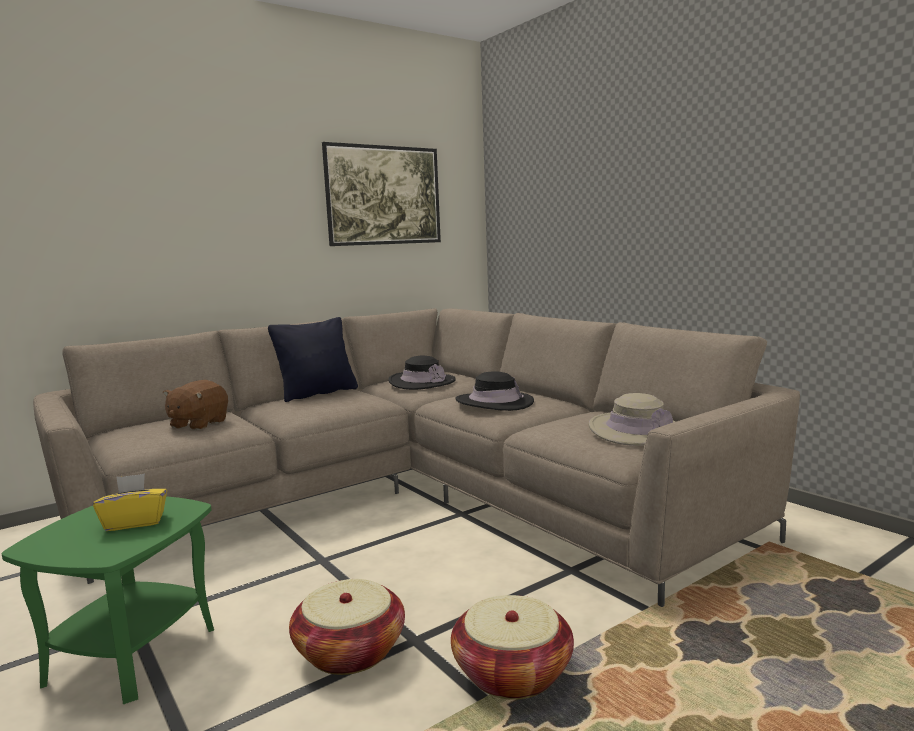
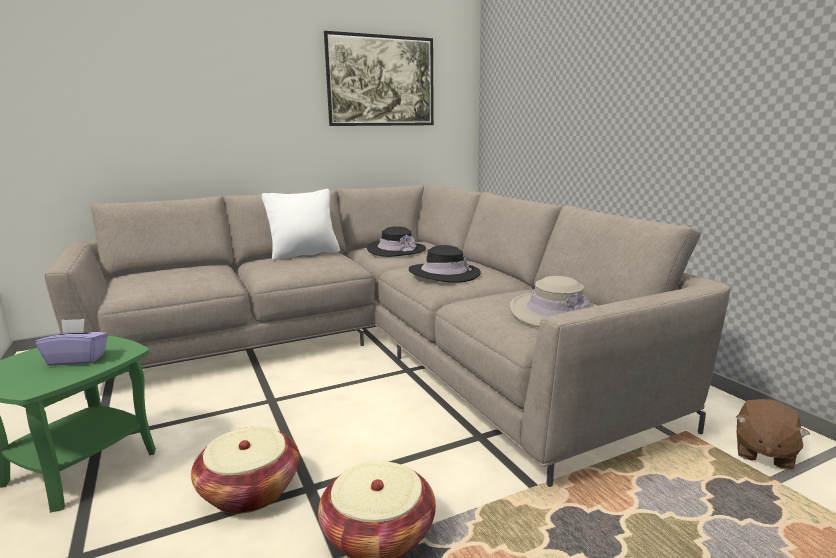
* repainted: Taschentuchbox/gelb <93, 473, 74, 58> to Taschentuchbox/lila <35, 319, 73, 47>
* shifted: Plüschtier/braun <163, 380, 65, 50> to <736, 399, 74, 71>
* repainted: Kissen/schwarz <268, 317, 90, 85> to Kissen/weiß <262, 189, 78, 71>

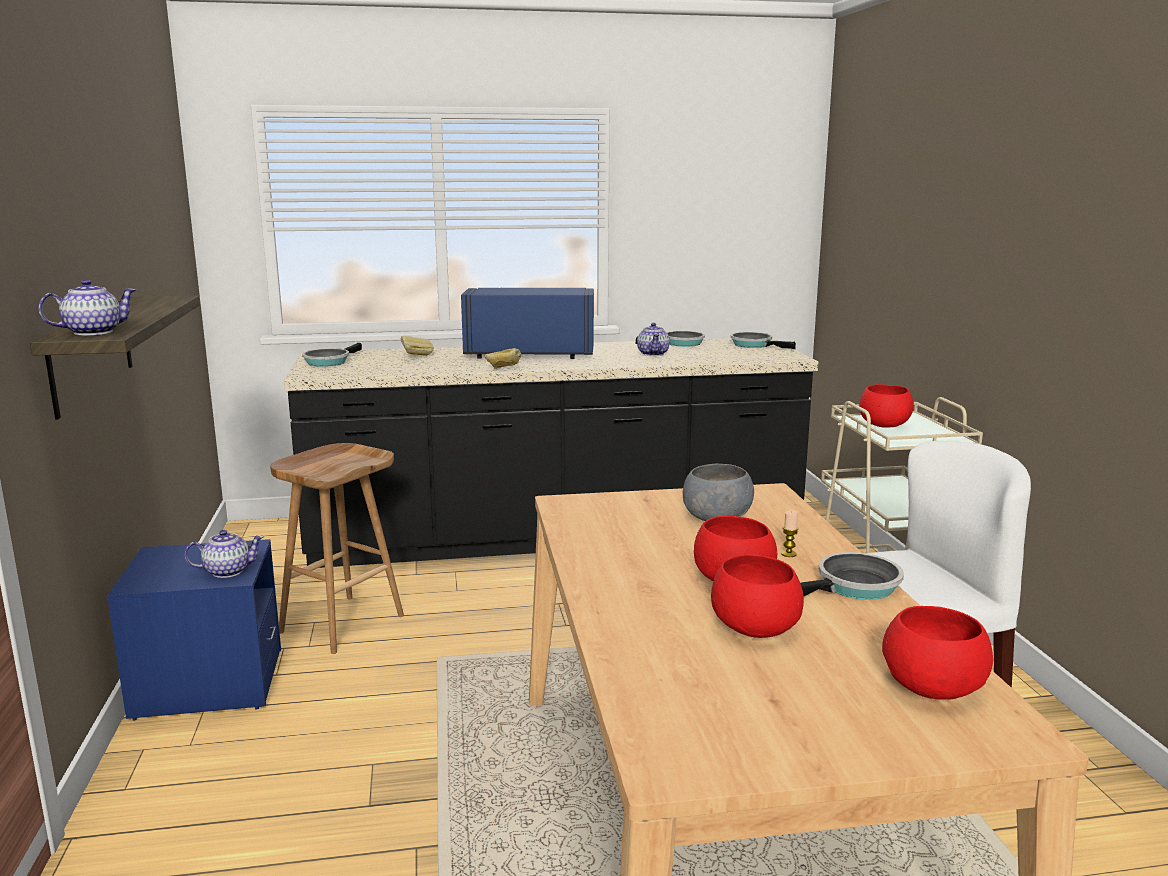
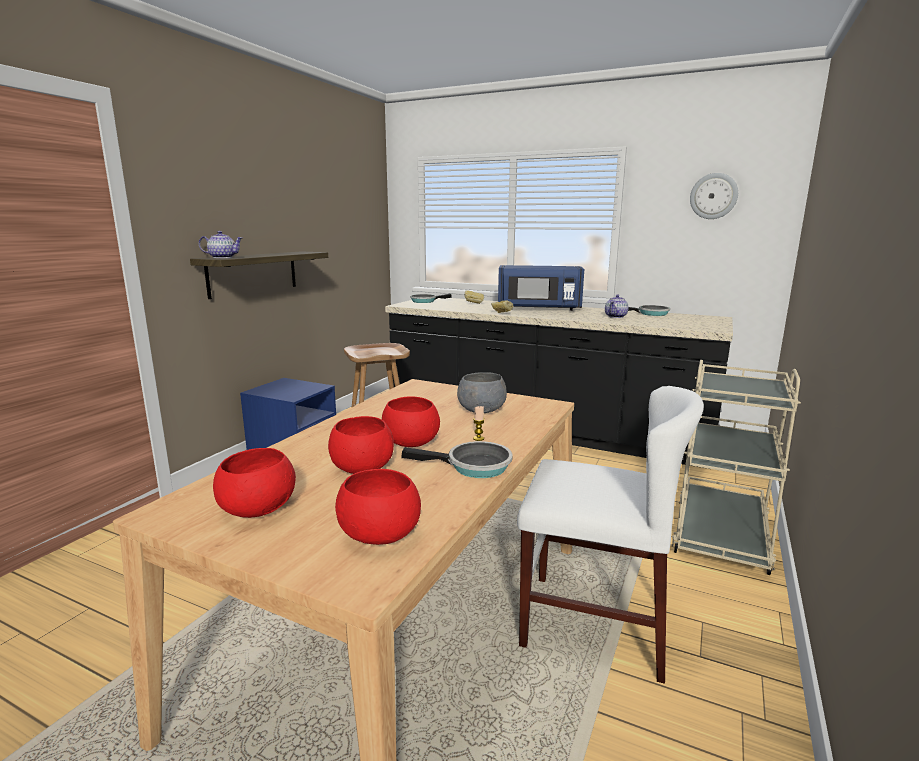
* gone: Teekanne <185, 530, 79, 48>
* rotated: Mikrowelle/blau <461, 288, 133, 71> = <498, 265, 86, 46> 150 degrees clockwise
* gone: Pfanne <731, 332, 65, 17>
* shifted: Schüssel/rot <859, 384, 55, 44> to <213, 448, 83, 70>
* new: Wanduhr <690, 173, 48, 46>

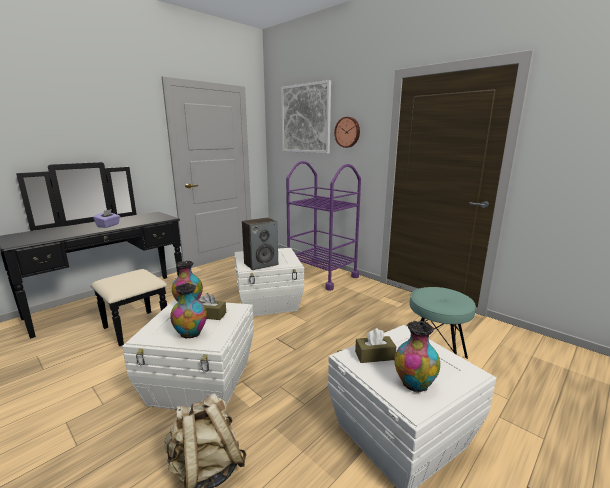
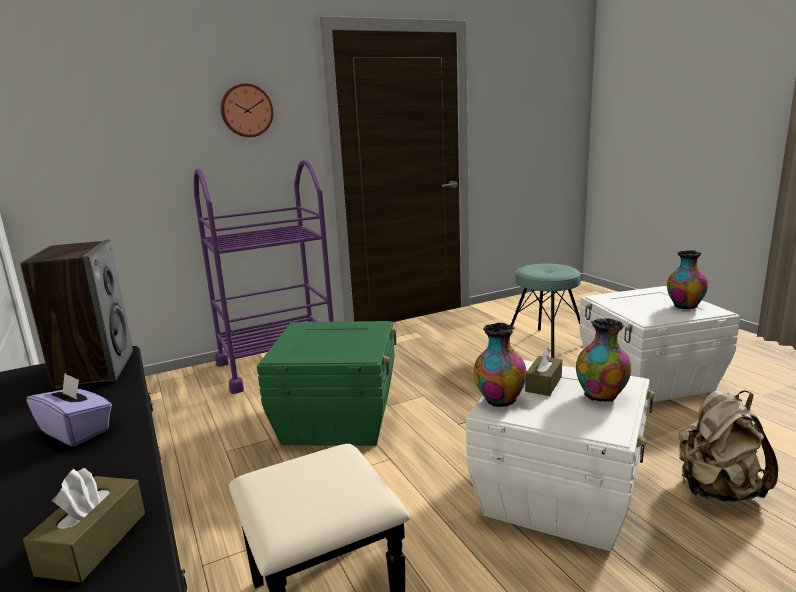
* repainted: Aufbewahrungsbox/weiß <234, 248, 70, 68> to Aufbewahrungsbox/grün <257, 321, 140, 125>
* shifted: Lautsprecher <242, 217, 36, 53> to <20, 239, 113, 149>
* gone: Bild <281, 80, 50, 73>
* shifted: Taschentuchbox/braun <355, 328, 41, 35> to <23, 468, 122, 115>

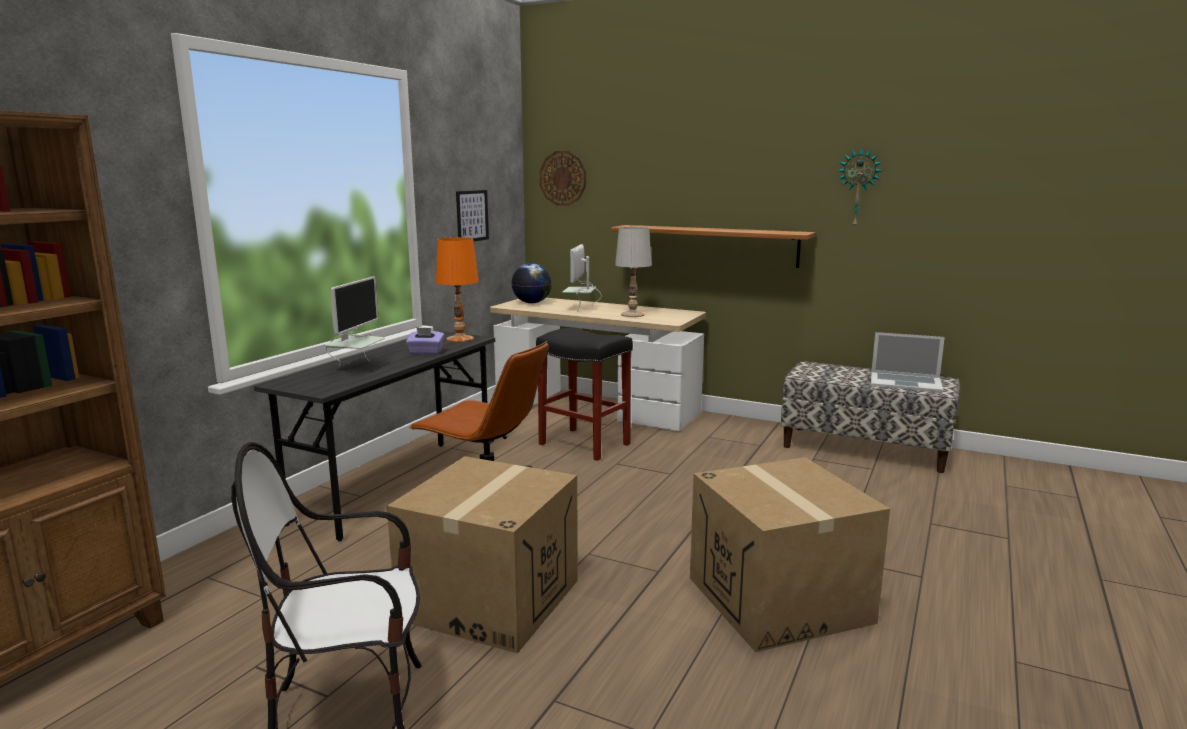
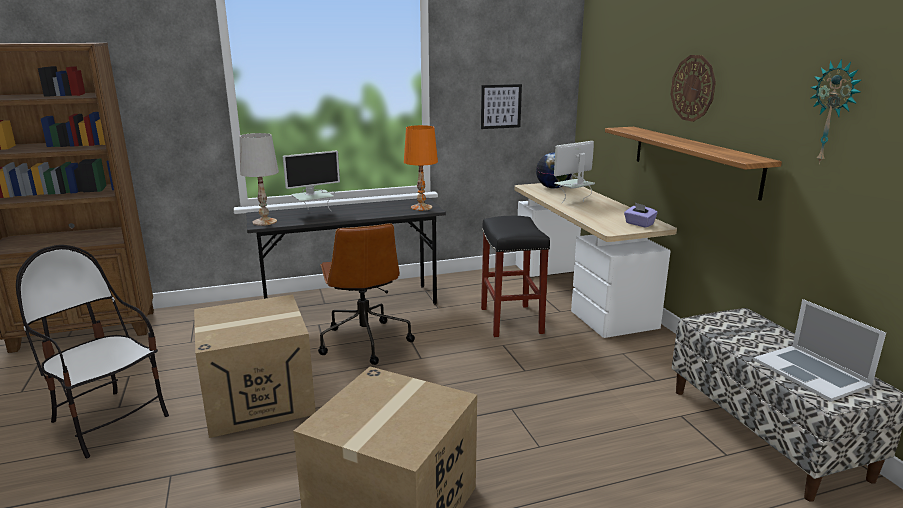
* shifted: Taschentuchbox/lila <406, 327, 38, 28> to <624, 203, 34, 25>
* shifted: Wanduhr <539, 151, 47, 55> to <671, 55, 45, 67>
* shifted: Tischlampe/weiß <615, 227, 37, 90> to <239, 133, 40, 93>

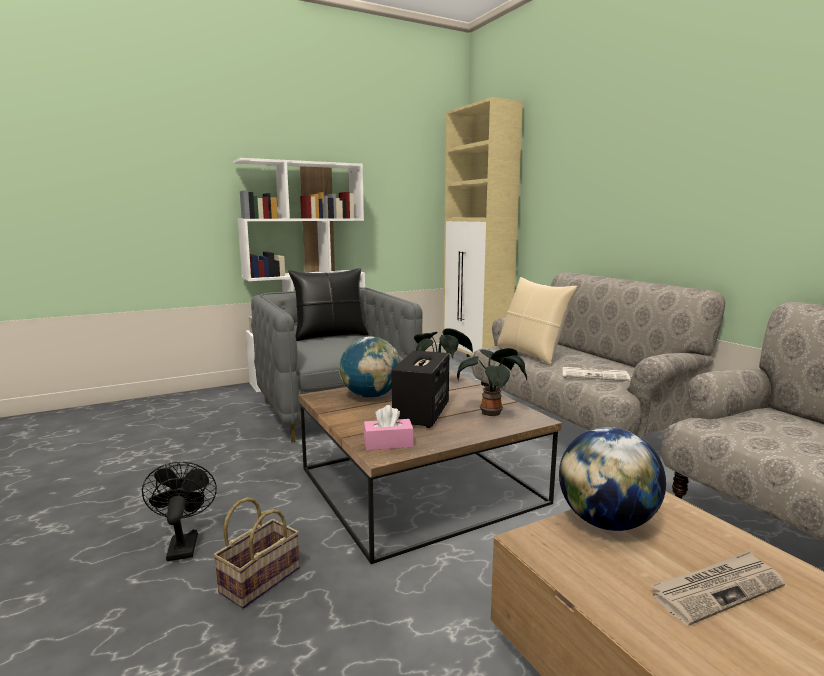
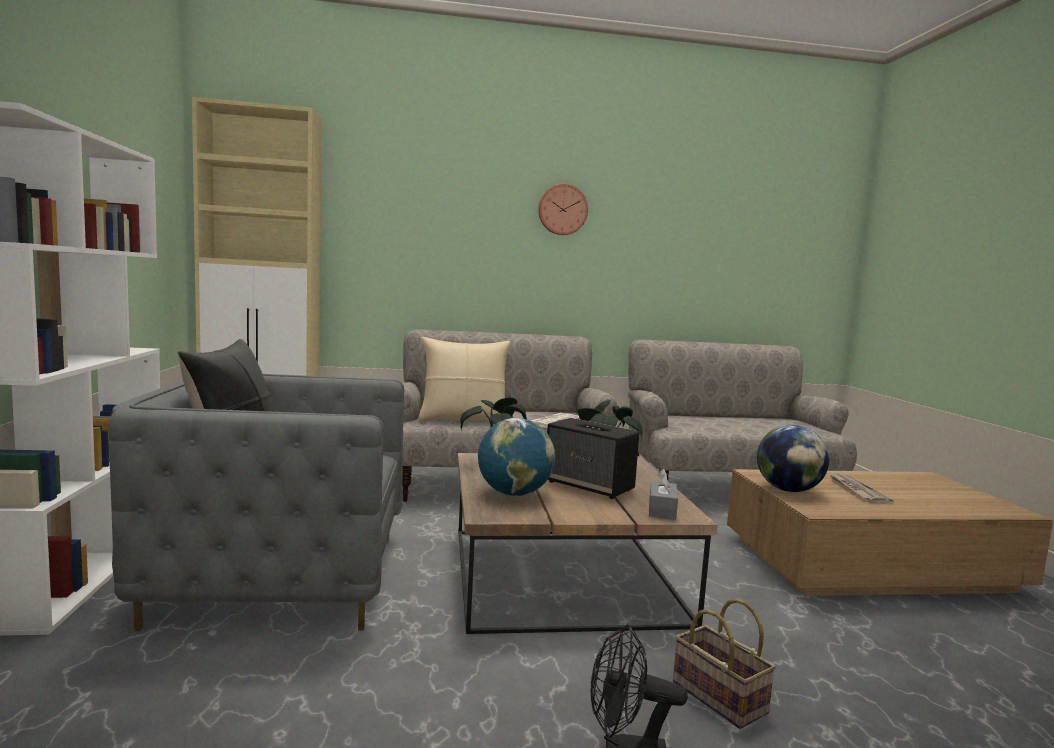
* repainted: Taschentuchbox/rosa <364, 405, 50, 46> to Taschentuchbox/grau <649, 469, 29, 51>
* new: Wanduhr <538, 184, 50, 51>

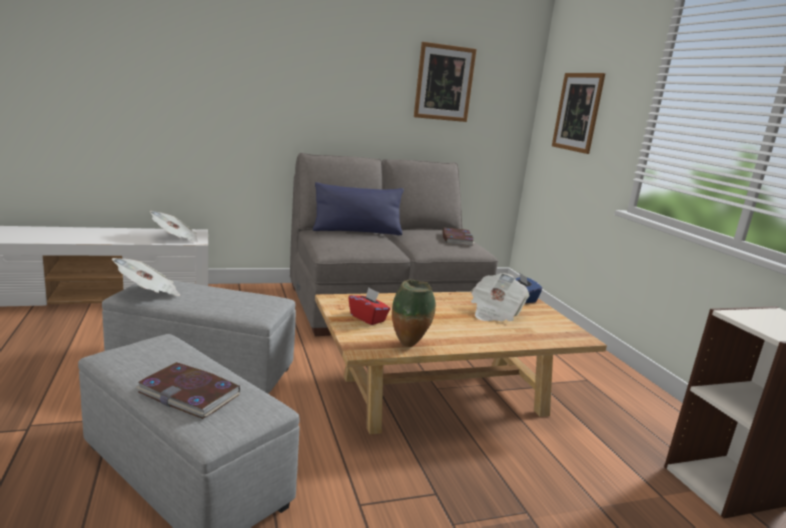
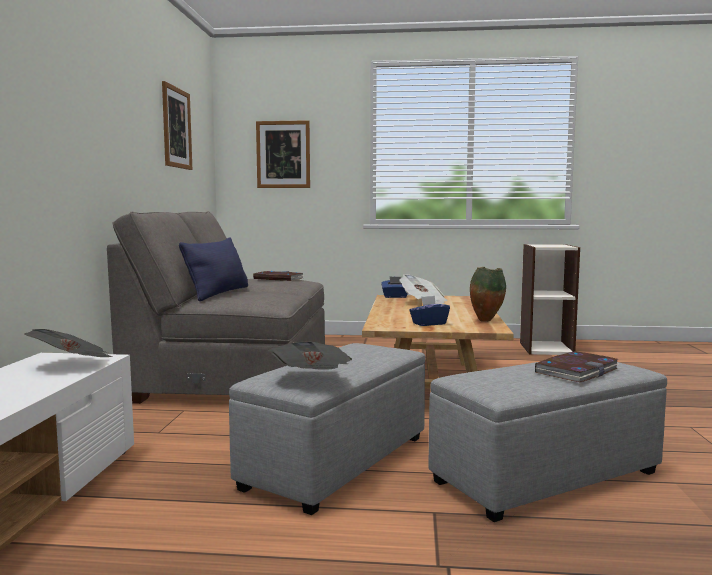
* repainted: Taschentuchbox/rot <348, 288, 43, 37> to Taschentuchbox/blau <409, 296, 41, 30>

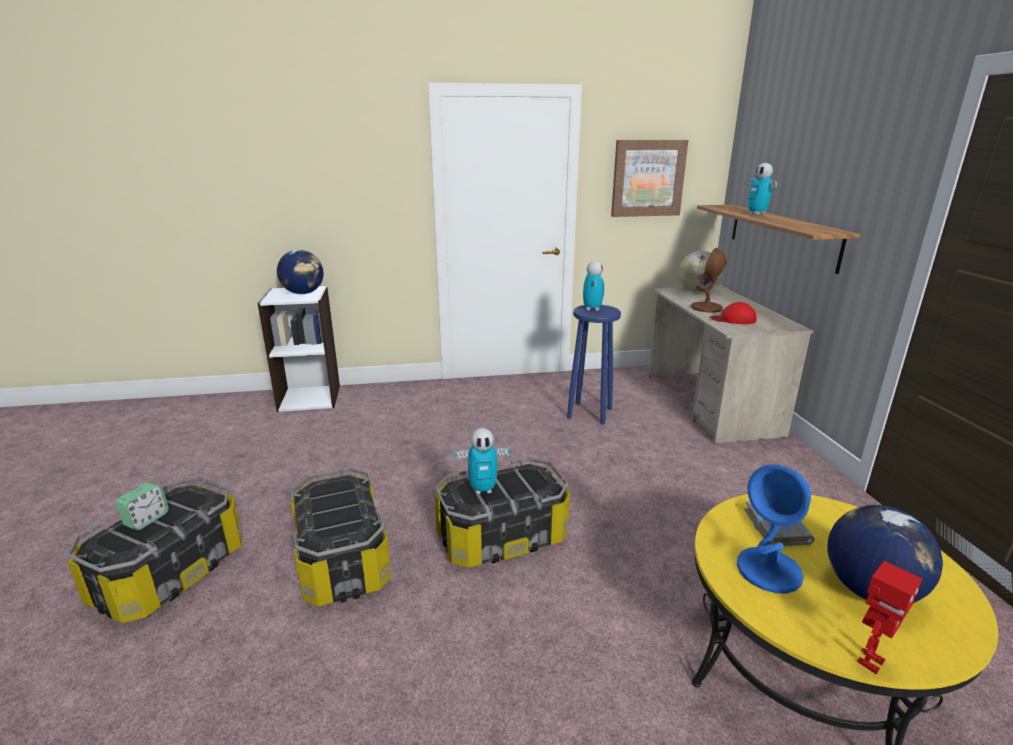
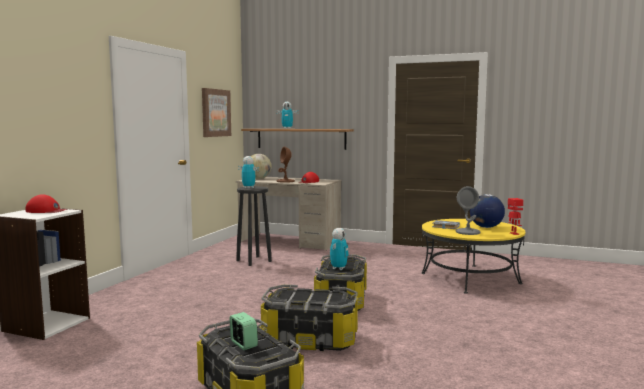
* swapped: Globus <277, 250, 46, 44> to Kappe/rot <26, 194, 41, 19>
* repainted: Hocker/blau <567, 305, 54, 120> to Hocker/schwarz <236, 186, 36, 80>
* repainted: Tischlampe/blau <737, 464, 74, 130> to Tischlampe/grau <456, 186, 25, 49>

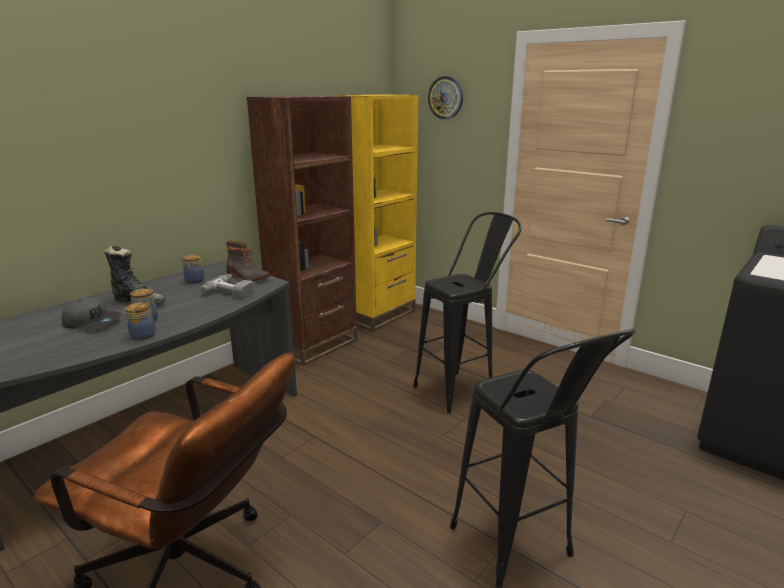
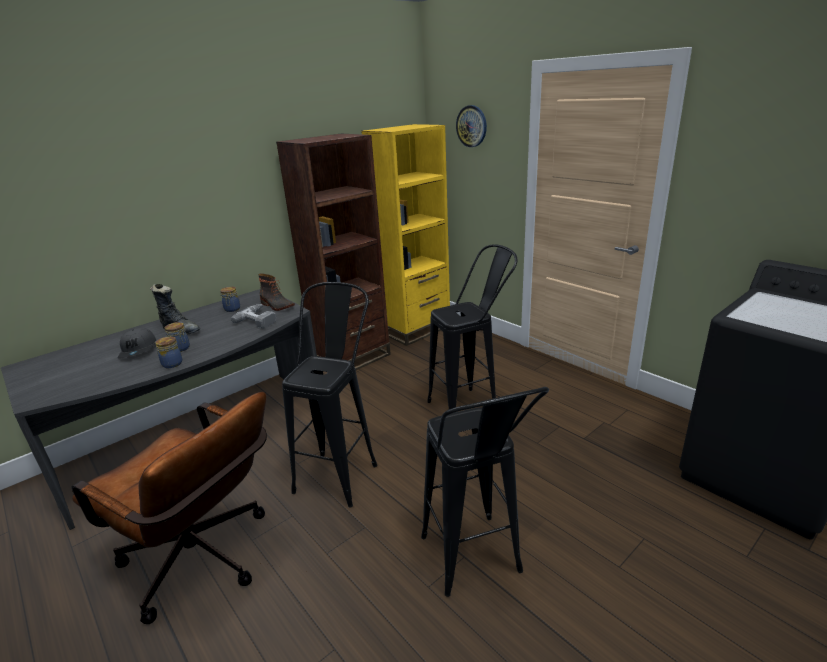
* rotated: Kappe/grau <62, 297, 60, 33> = <118, 328, 38, 31> 45 degrees clockwise
* new: Hocker/schwarz <282, 282, 95, 226>

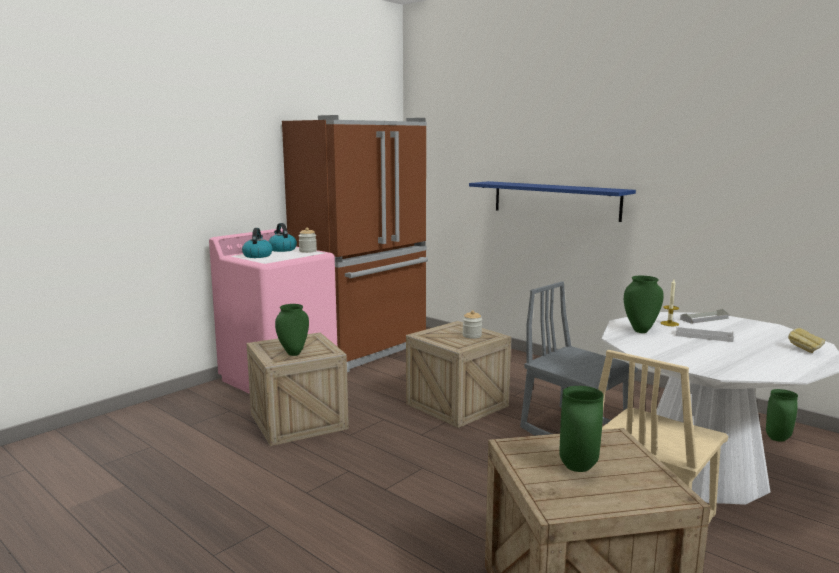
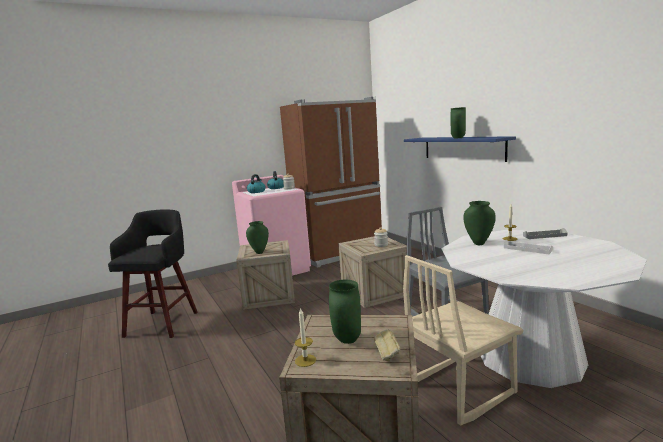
* shifted: Vase/grün <766, 389, 32, 53> to <451, 107, 15, 31>
* shifted: Brot <788, 328, 37, 25> to <374, 330, 27, 31>
* new: Hocker/schwarz <108, 210, 90, 128>
* new: Kerze <295, 308, 21, 59>

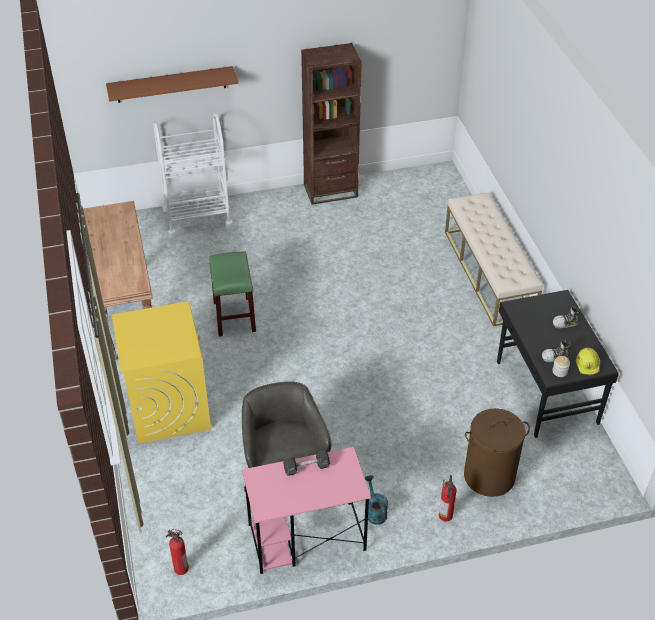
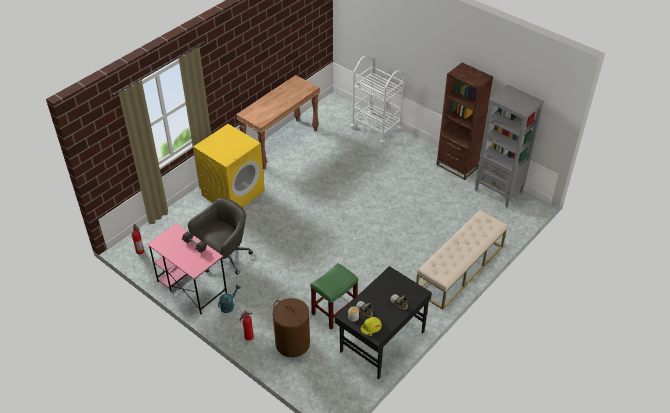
* gone: Wandregal/braun <106, 66, 132, 37>
* shifted: Hocker/grün <209, 251, 47, 86> to <310, 263, 48, 67>
* new: Bücherregal/grau <475, 84, 69, 124>

